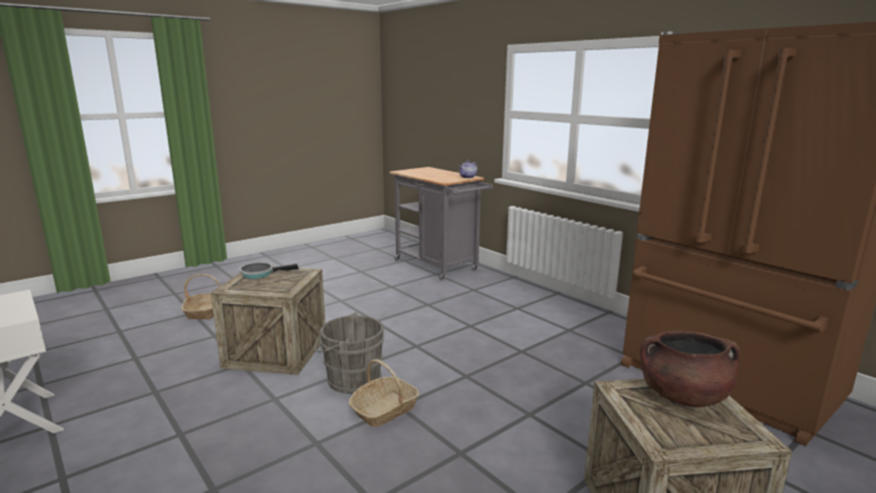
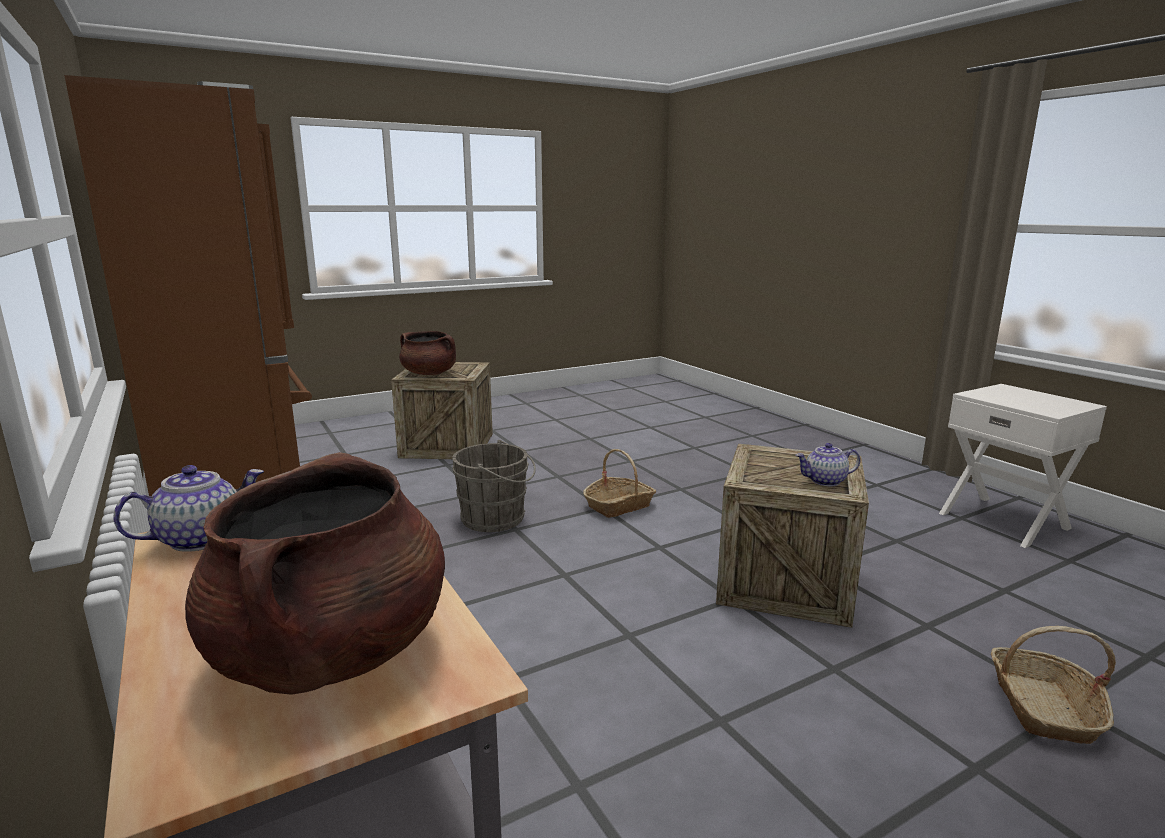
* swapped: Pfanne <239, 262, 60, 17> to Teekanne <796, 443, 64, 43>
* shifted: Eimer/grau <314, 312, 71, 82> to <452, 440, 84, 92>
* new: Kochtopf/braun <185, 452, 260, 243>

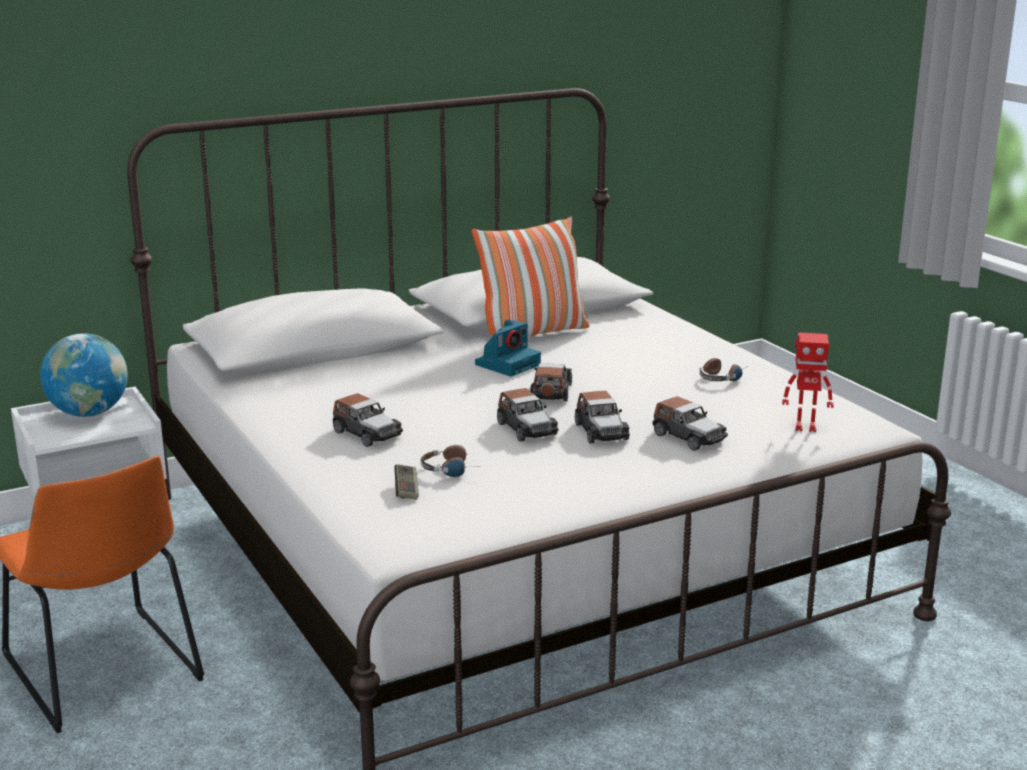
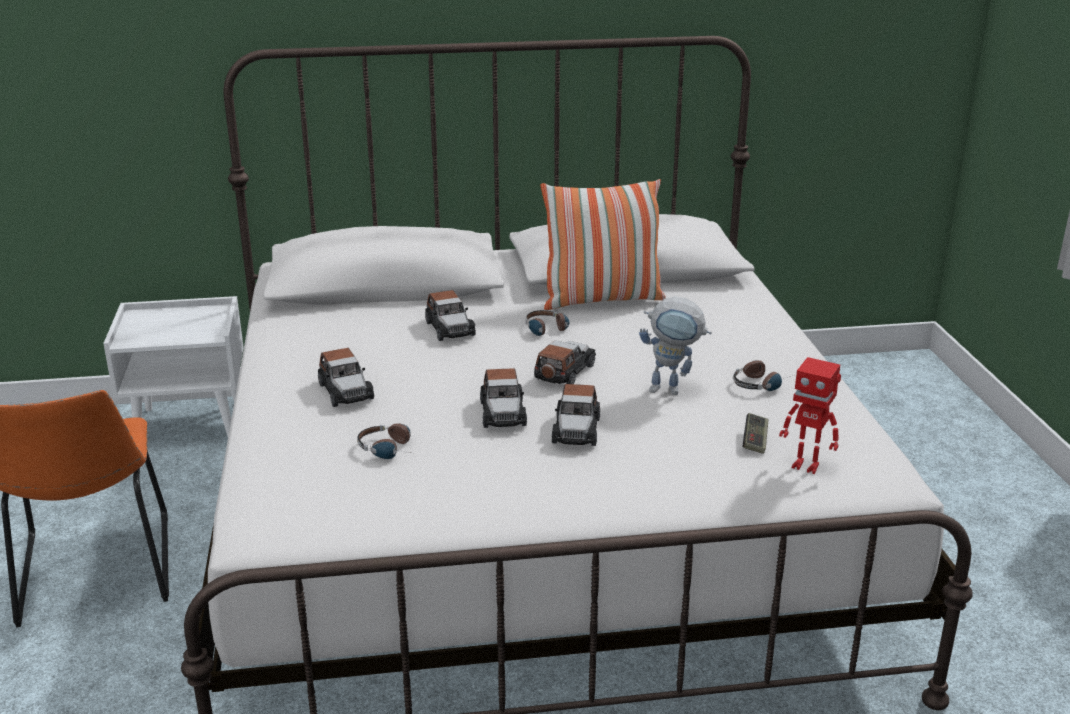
* gone: Globus <40, 333, 88, 84>
* shifted: Gamepad <394, 464, 25, 36> to <742, 413, 26, 41>
* swapped: Kamera <475, 320, 66, 57> to Kopfhörer <526, 310, 44, 26>
* shifted: Spielzeugauto <652, 396, 76, 55> to <425, 290, 51, 51>
* new: Spielzeugroboter <639, 297, 73, 98>

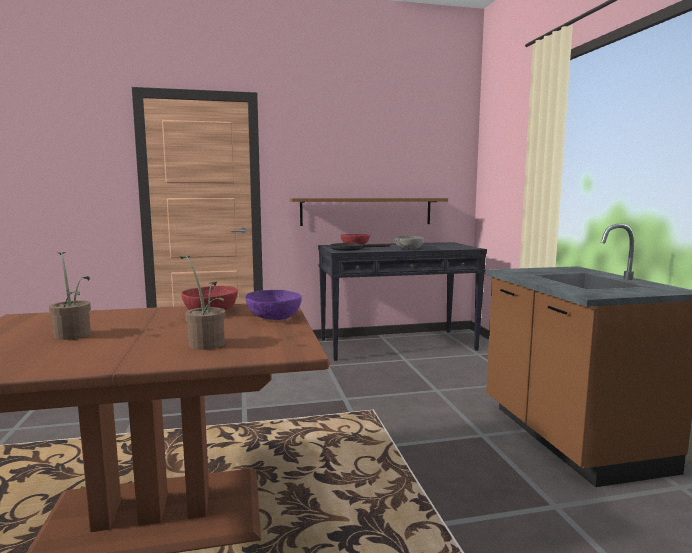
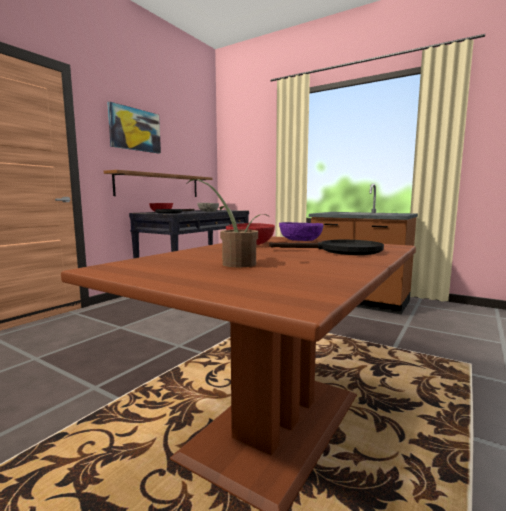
* swapped: Topfpflanze <180, 256, 46, 94> to Pfanne/schwarz <269, 240, 115, 15>
* new: Bild <107, 101, 54, 53>

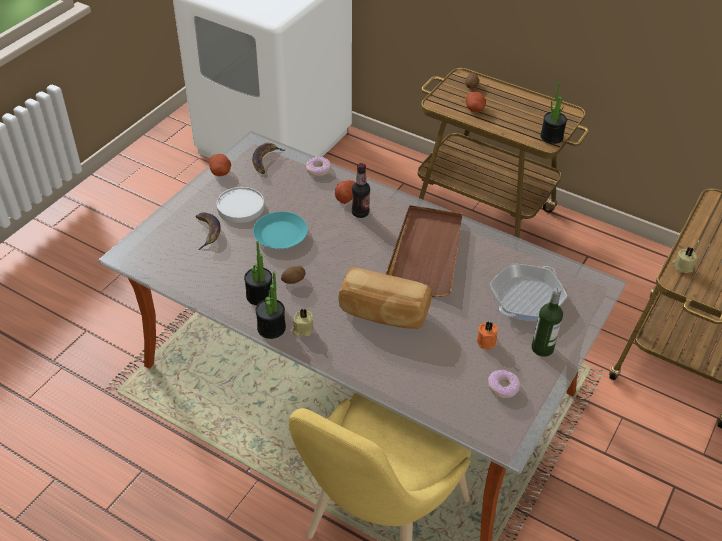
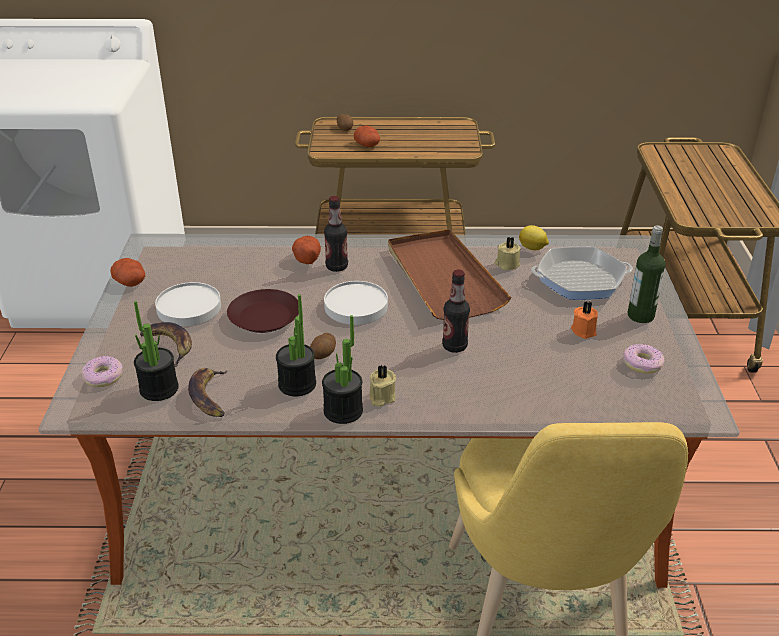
* shifted: Banane <252, 143, 33, 31> to <188, 368, 39, 49>
* repainted: Teller/türkis <253, 212, 55, 37> to Teller/braun <227, 289, 72, 44>
* shifted: Donut <306, 157, 25, 19> to <82, 356, 41, 31>
* swapped: Brot <338, 267, 94, 62> to Flasche <442, 270, 28, 83>
* rotated: Pfanne <490, 264, 78, 57> = <531, 246, 102, 54> 75 degrees clockwise
* shifted: Topfpflanze <540, 82, 27, 62> to <134, 301, 45, 100>
* shifted: Kerze/beige <673, 247, 24, 26> to <494, 237, 27, 33>
* new: Teller/weiß <324, 281, 64, 44>
* new: Zitrone <519, 225, 30, 25>

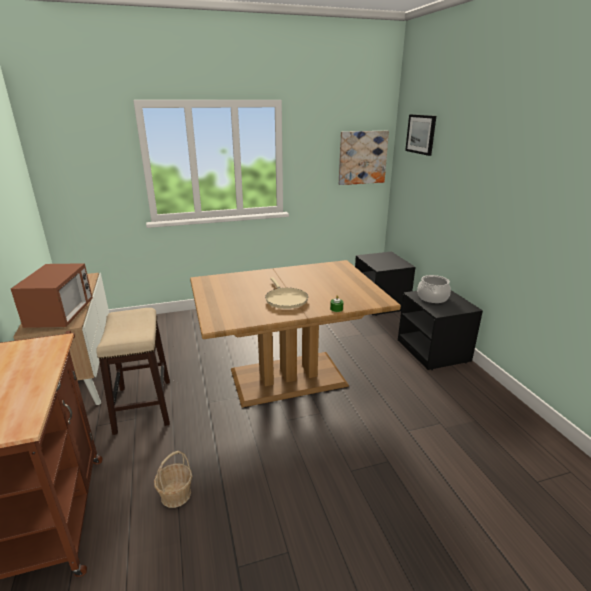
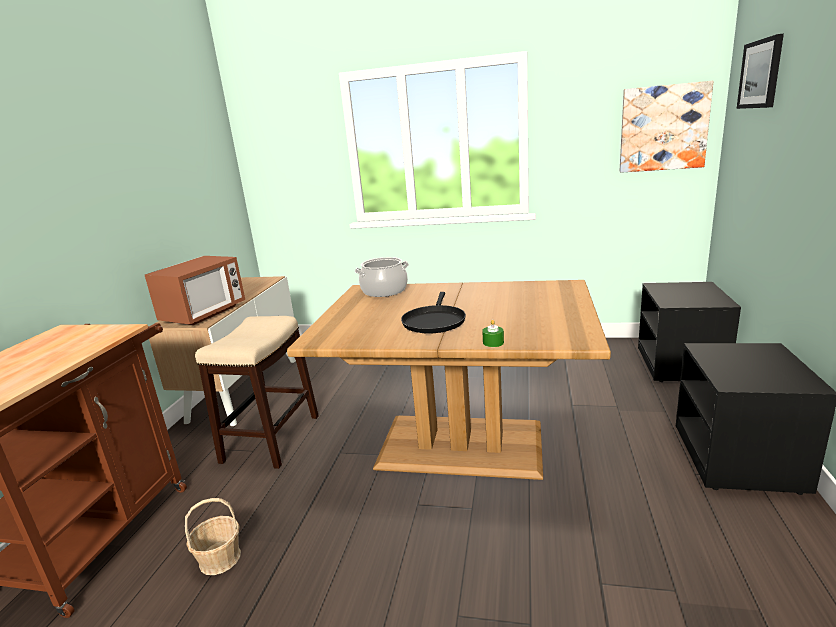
* repainted: Pfanne/beige <265, 277, 43, 32> to Pfanne/schwarz <401, 292, 65, 42>
* shifted: Kochtopf <417, 275, 34, 28> to <355, 257, 54, 40>

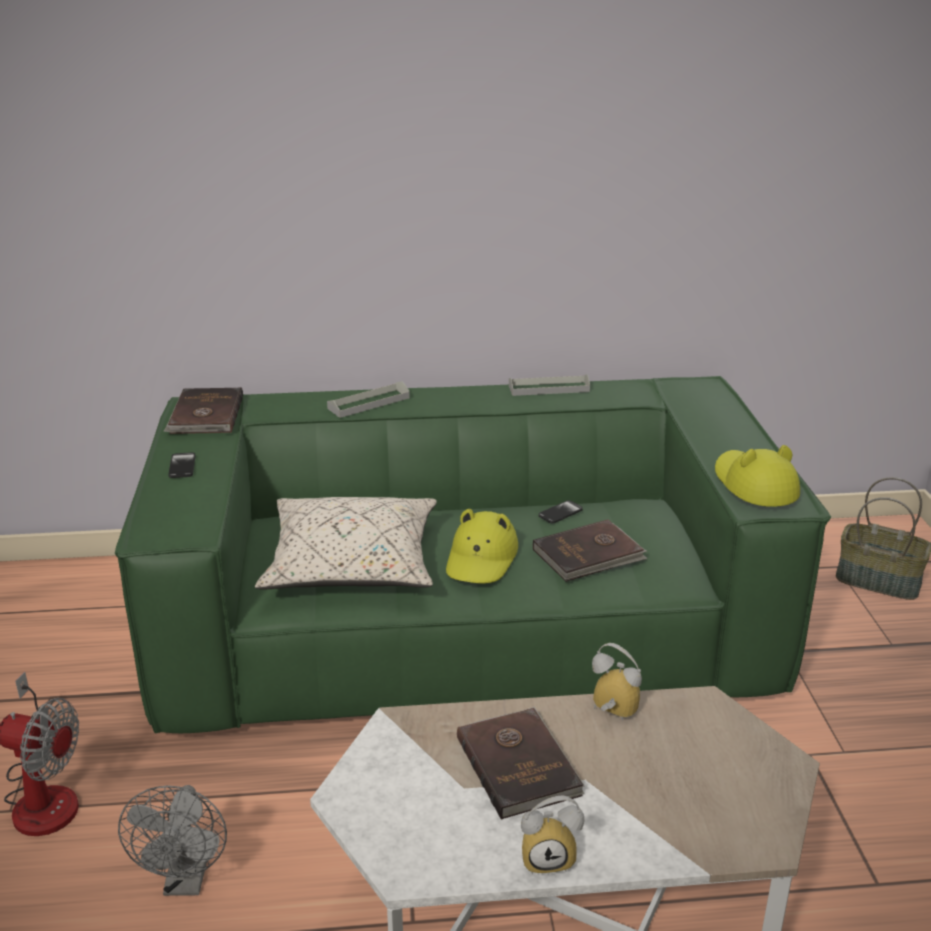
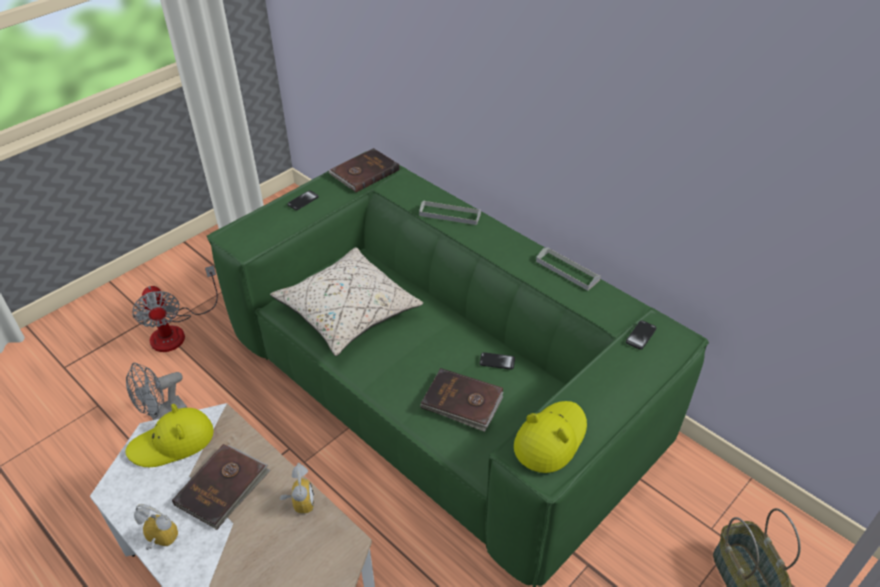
* shifted: Hut/gelb <446, 509, 72, 74> to <125, 404, 89, 63>
* rotated: Wecker <521, 795, 64, 79> = <134, 504, 44, 46> 150 degrees clockwise
* new: Handy <626, 320, 30, 30>

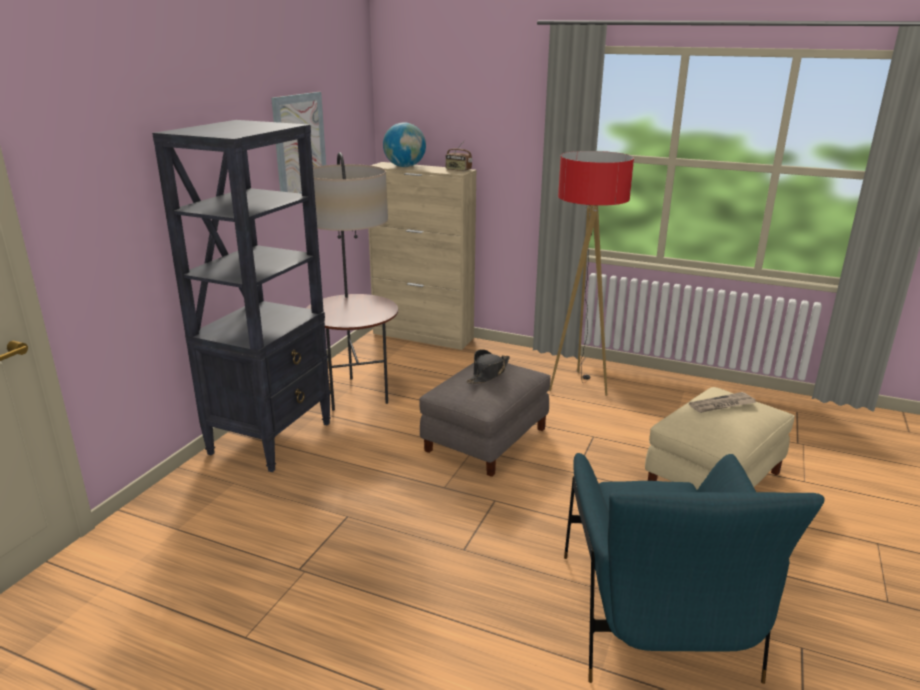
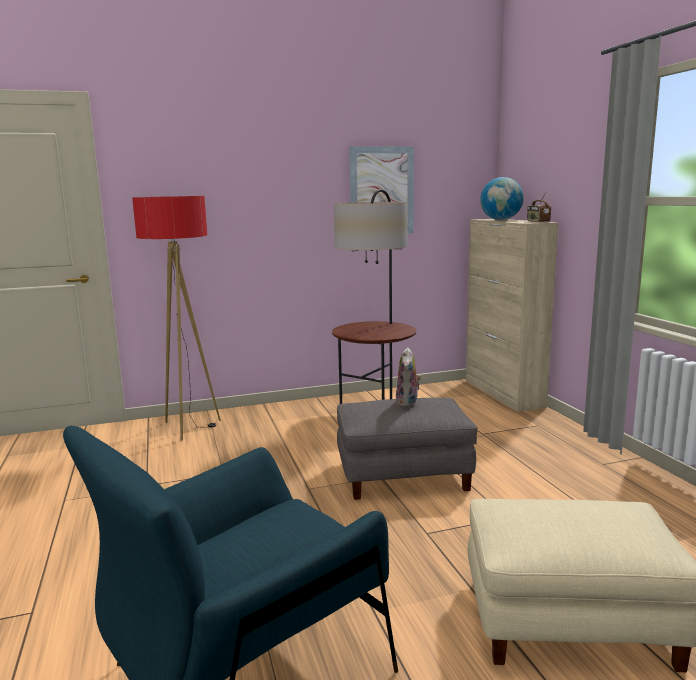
* gone: Bücherregal/schwarz <152, 120, 179, 352>
* swapped: Hut/schwarz <466, 349, 44, 35> to Plüschtier <396, 347, 26, 61>
* shifted: Stehlampe <549, 151, 85, 245> to <132, 196, 89, 244>
* gone: Zeitung <689, 392, 67, 21>

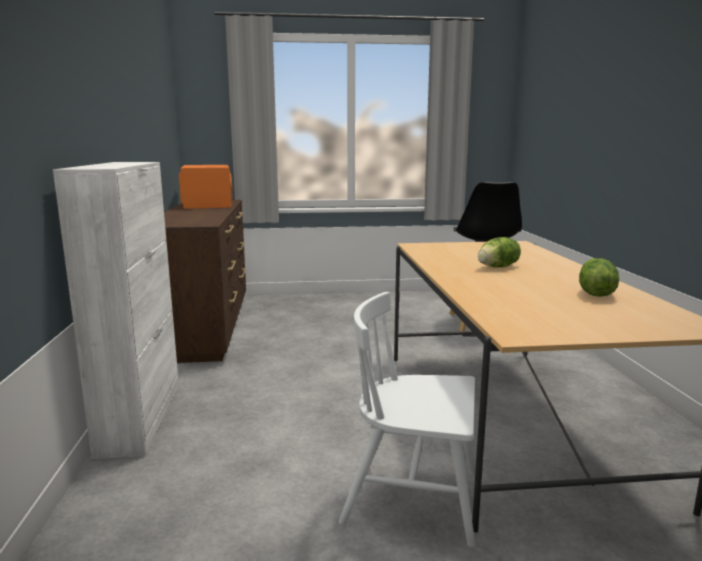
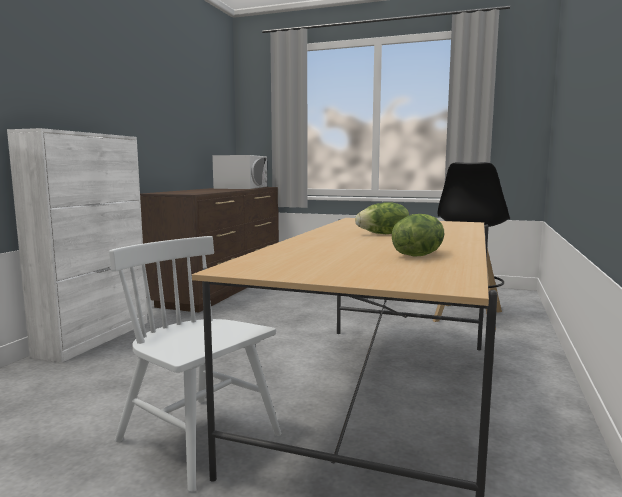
* repainted: Mikrowelle/orange <179, 165, 54, 44> to Mikrowelle/weiß <212, 155, 55, 34>

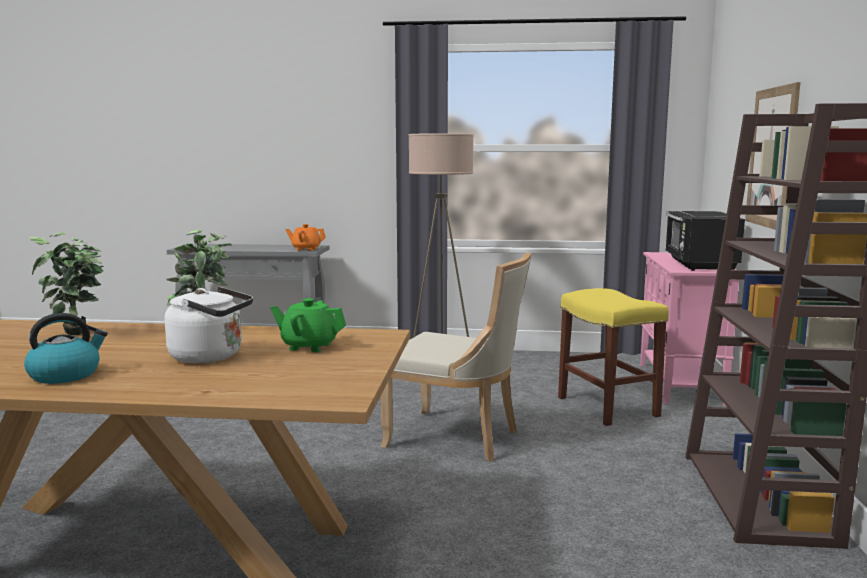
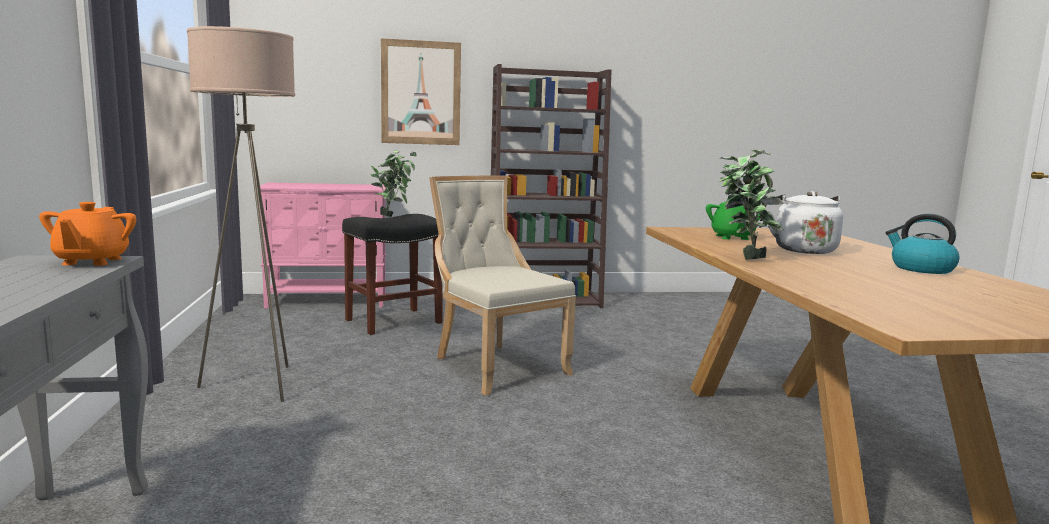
* shifted: Topfpflanze <28, 232, 76, 103> to <370, 151, 46, 66>
* rotated: Stuhl/beige <380, 252, 152, 210> = <429, 175, 147, 221> 45 degrees counterclockwise
* repainted: Hocker/gelb <558, 288, 111, 138> to Hocker/schwarz <342, 214, 101, 121>
* gone: Mikrowelle/schwarz <666, 211, 79, 60>

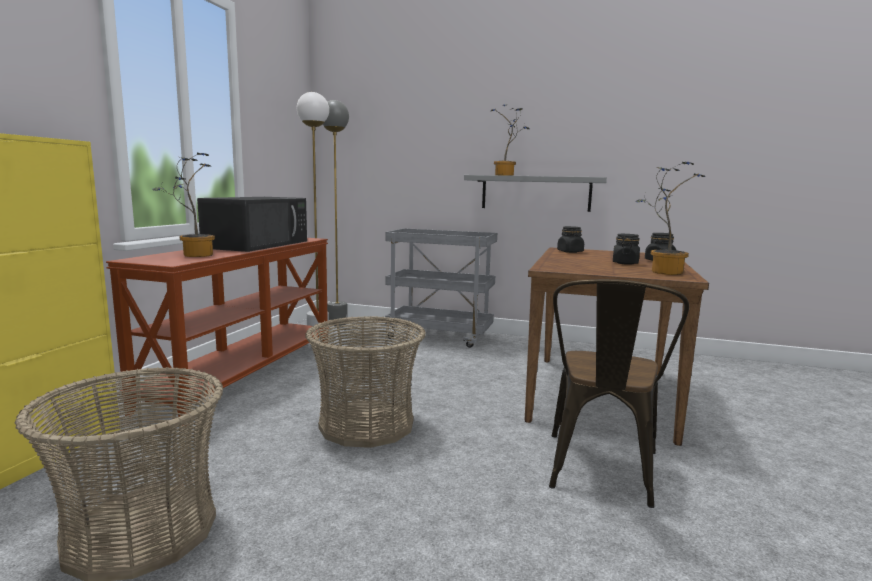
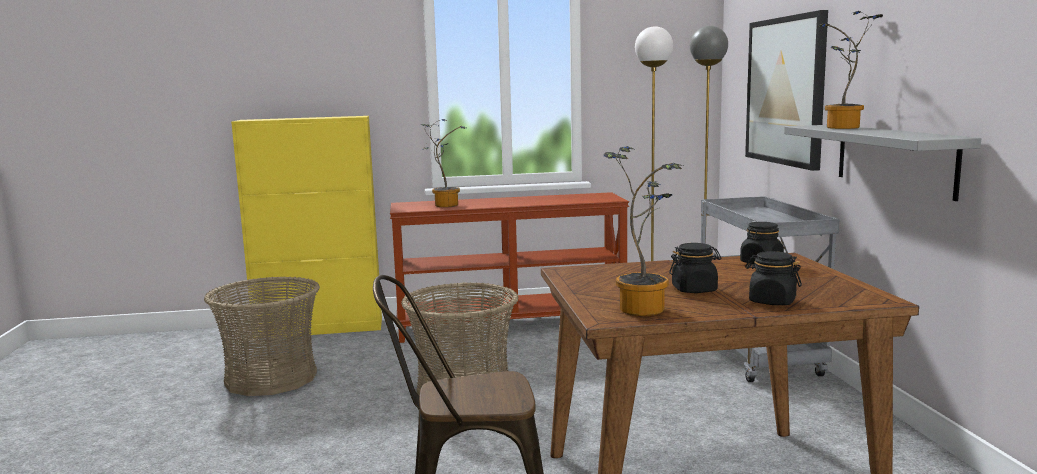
* gone: Mikrowelle/schwarz <197, 197, 110, 55>
* new: Bild <745, 10, 83, 161>

